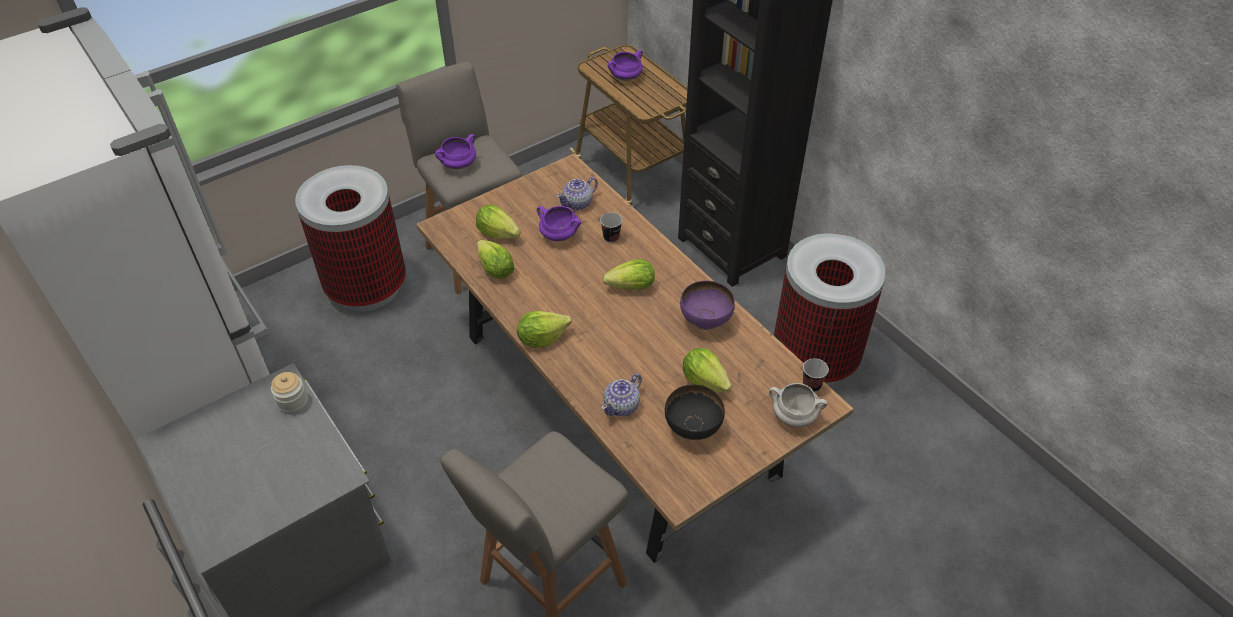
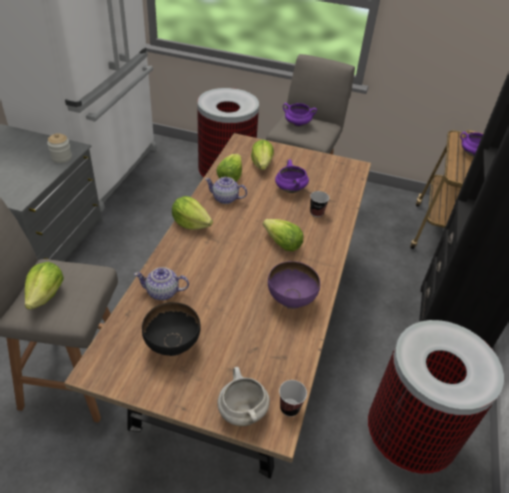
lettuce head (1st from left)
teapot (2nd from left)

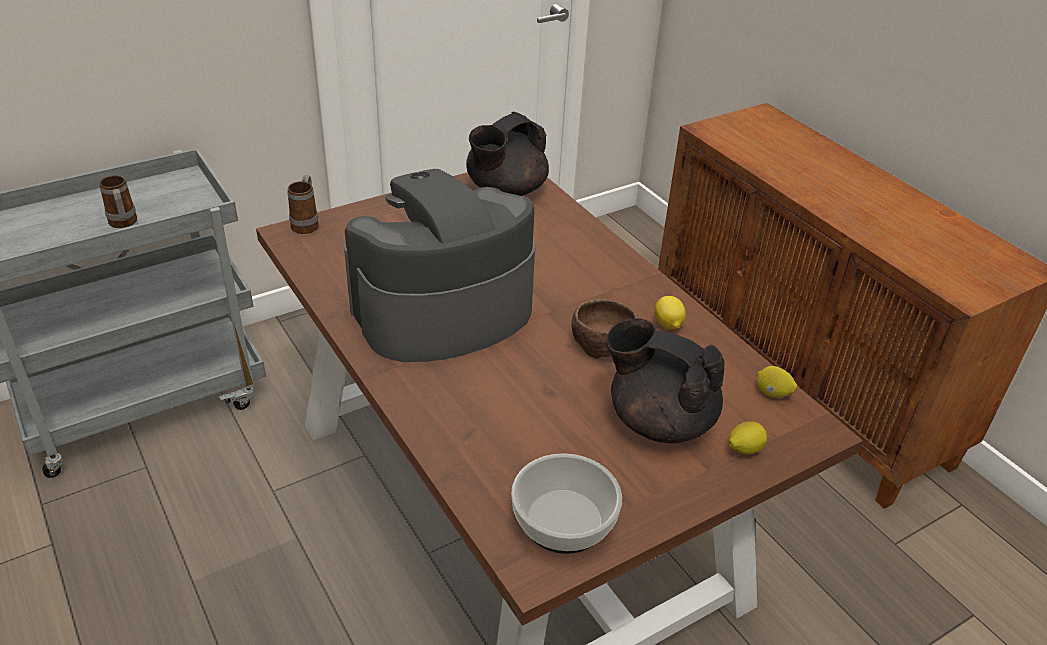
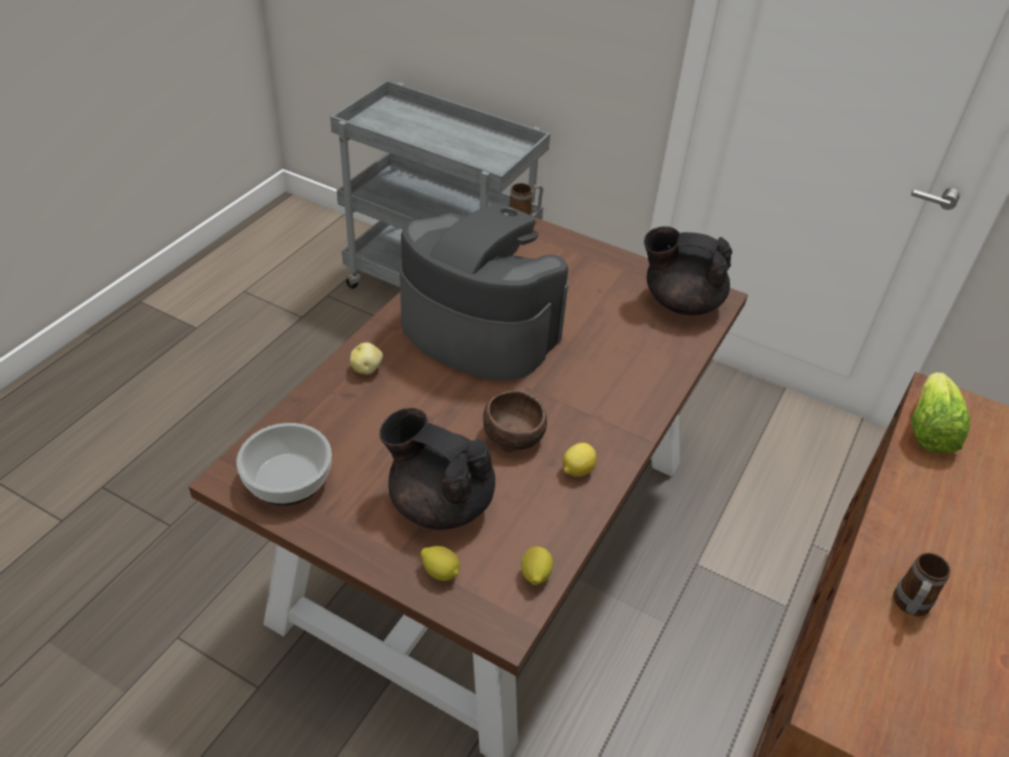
spud
teapot (black) (1st from left)
coffee mug (2nd from left)
lettuce head

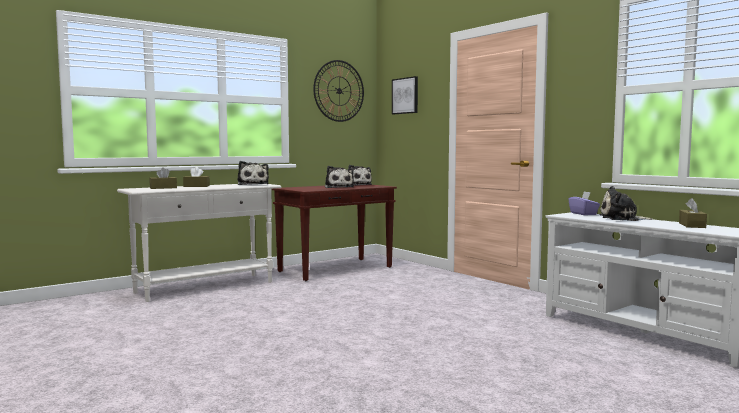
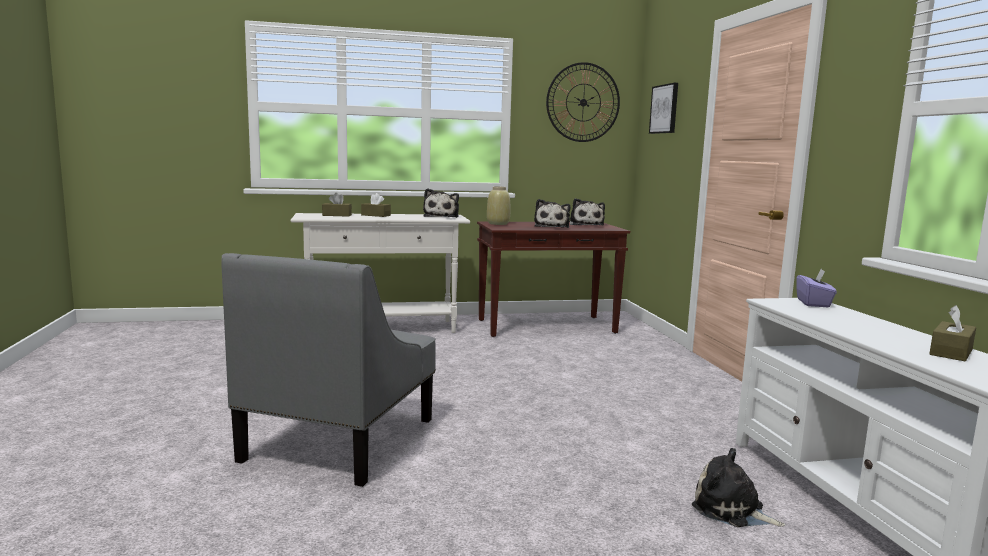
armchair (grey)
flower vase (beige-coloured)
plush toy (4th from left)

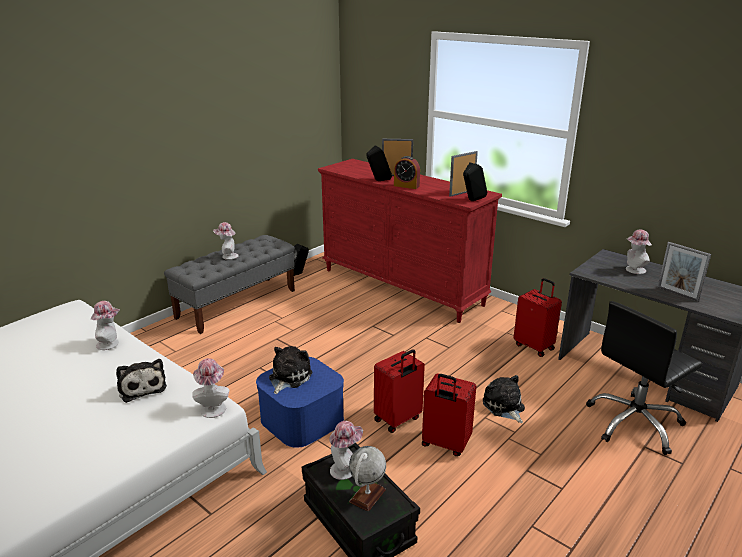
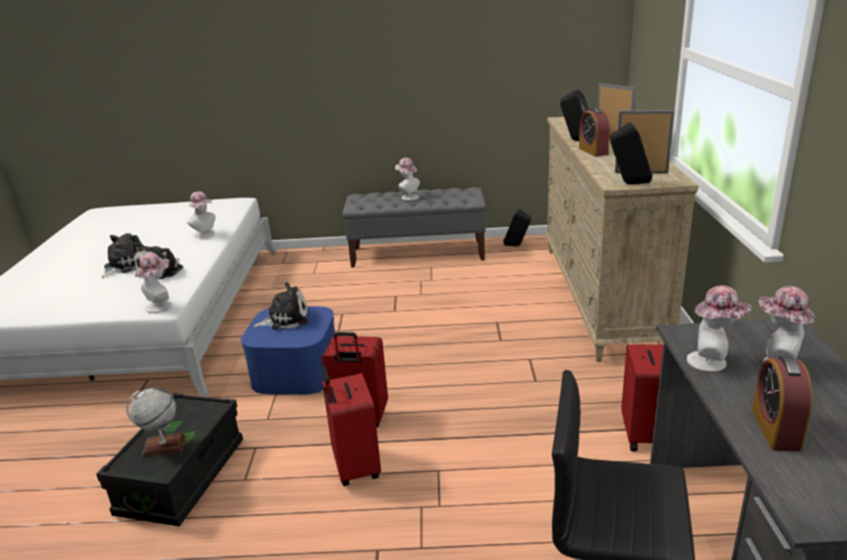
plush toy (1st from left)
chest of drawers (beige-coloured)
hat (4th from left)
bedside clock (2nd from left)

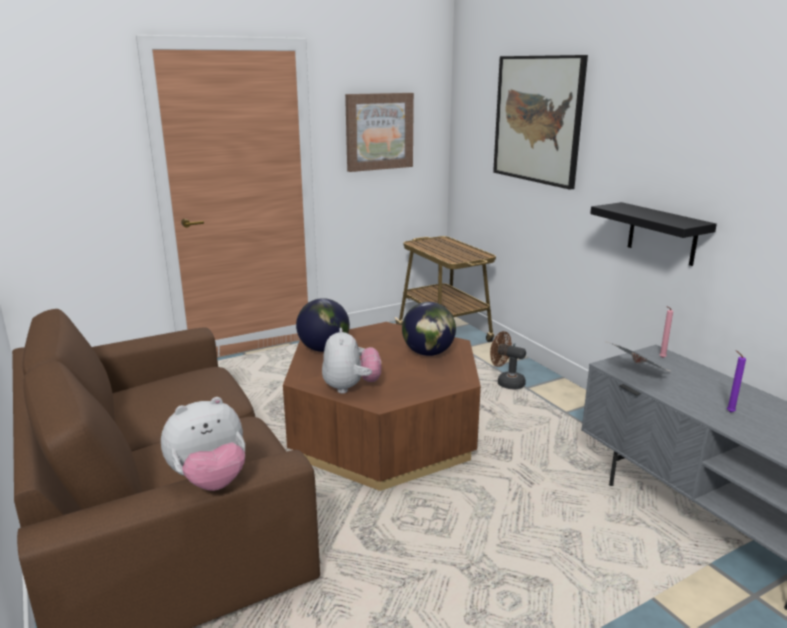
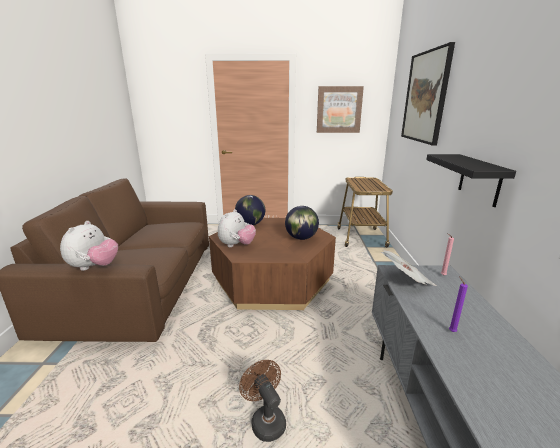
plush toy (1st from left)
fan (brownish)

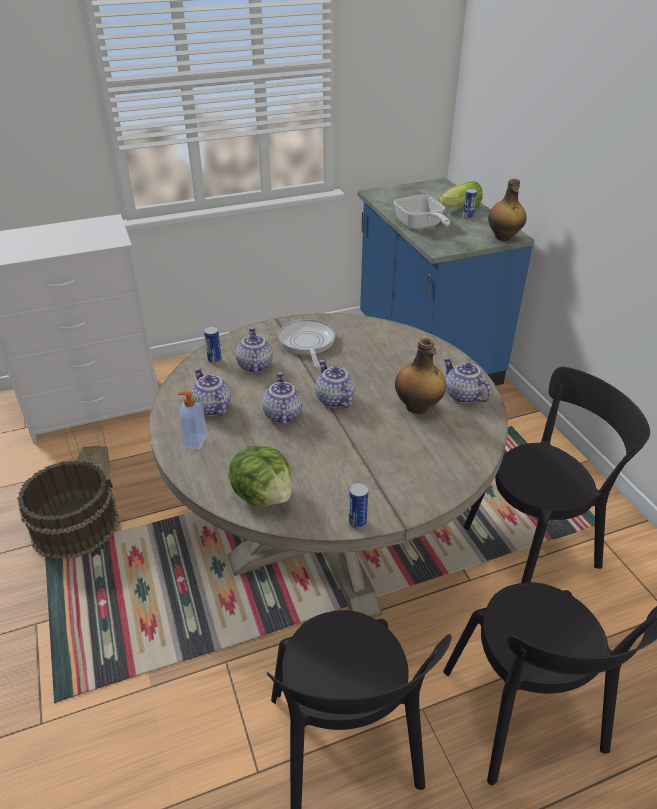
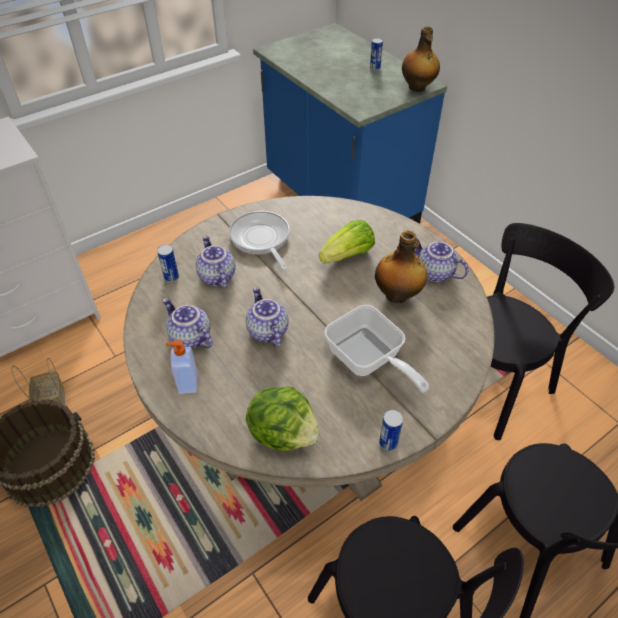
lettuce head (2nd from left)
frying pan (2nd from left)
teapot (4th from left in the first image)

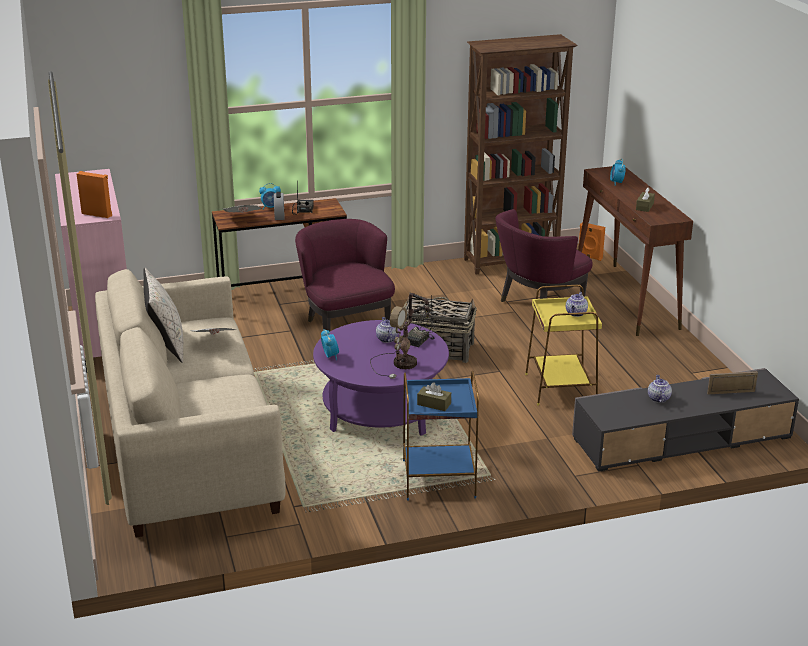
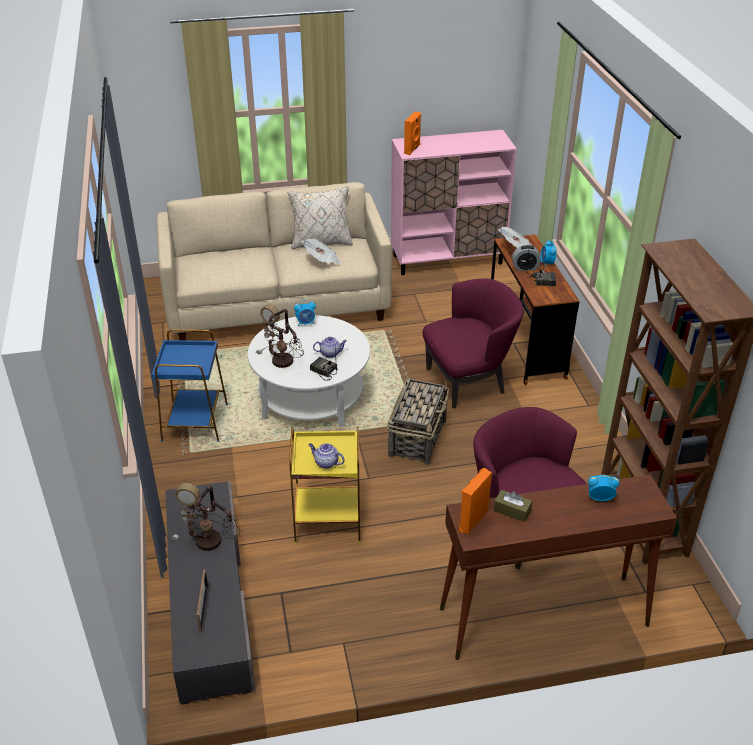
lamp for a table (1st from left)
low table (white)
audio speaker (orange) (2nd from left)
box of tissues (brownish) (1st from left in the first image)

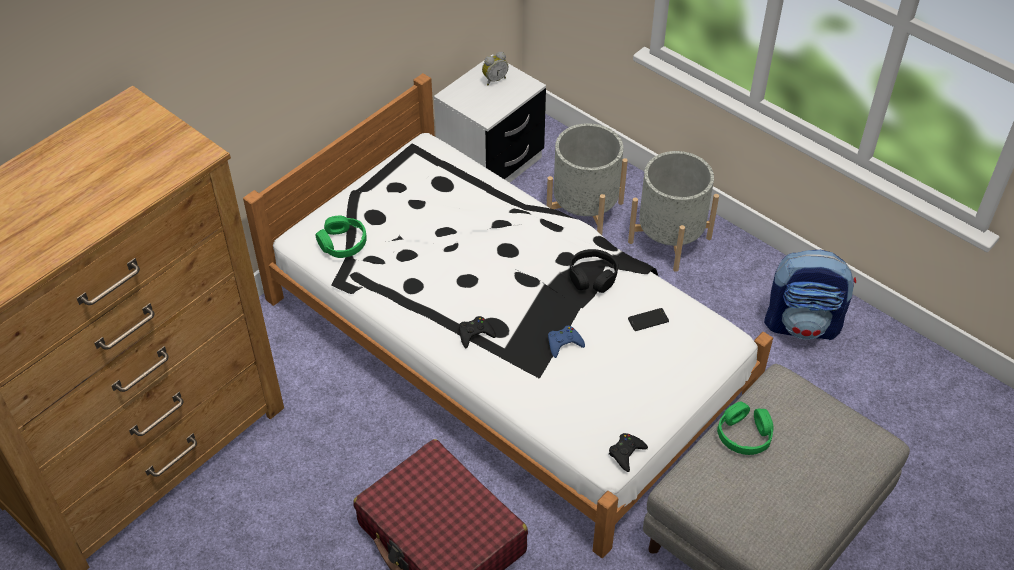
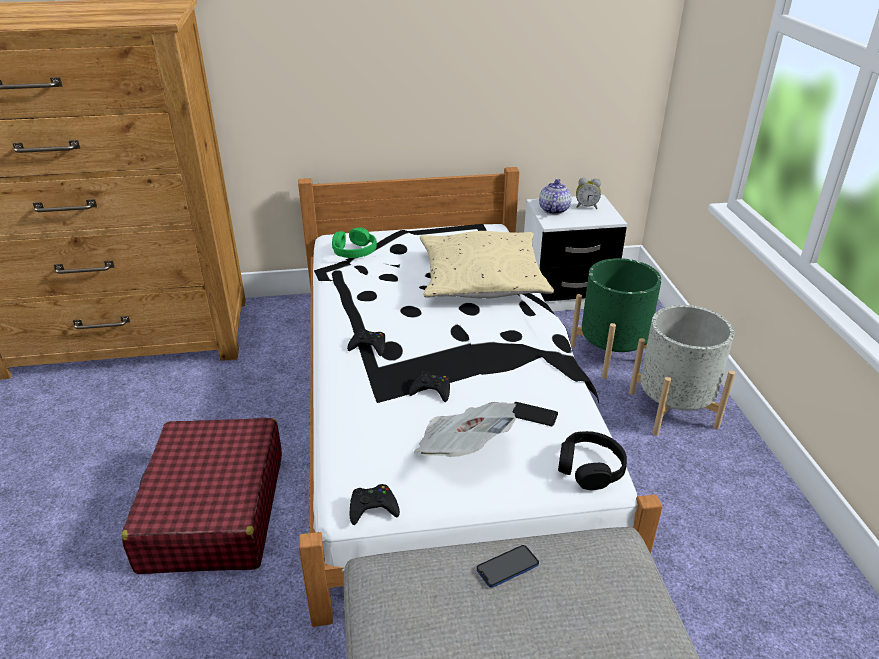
gamepad (black) (3rd from left)
printed paper
throw pillow (beige-coloured)
phone (1st from left)
teapot
pair of headphones (black)
plant pot (green-coloured)
knapsack

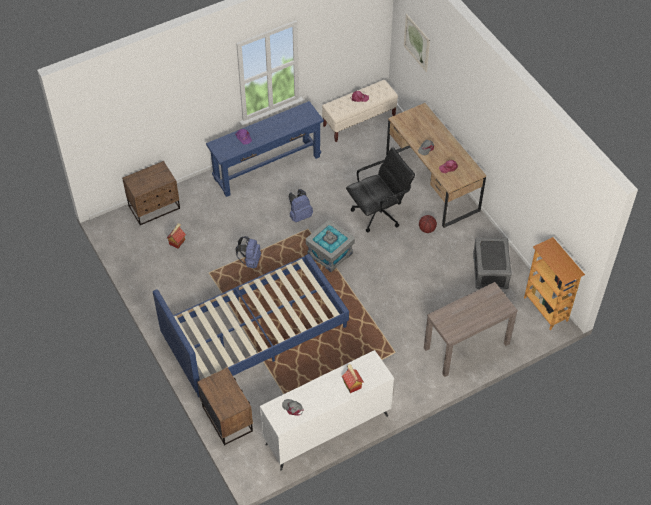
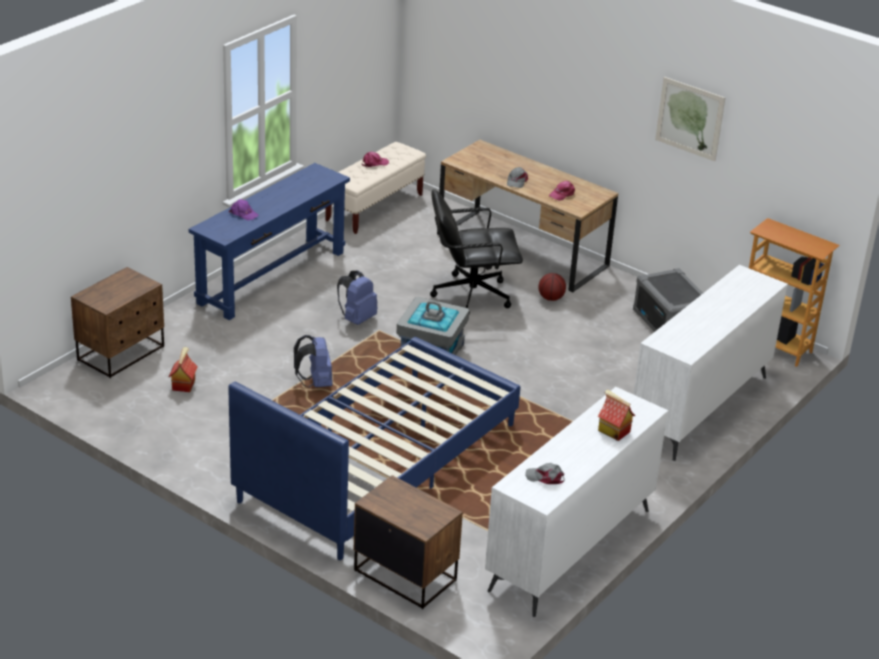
office chair (black)
chest of drawers (white) (2nd from left)
wall picture

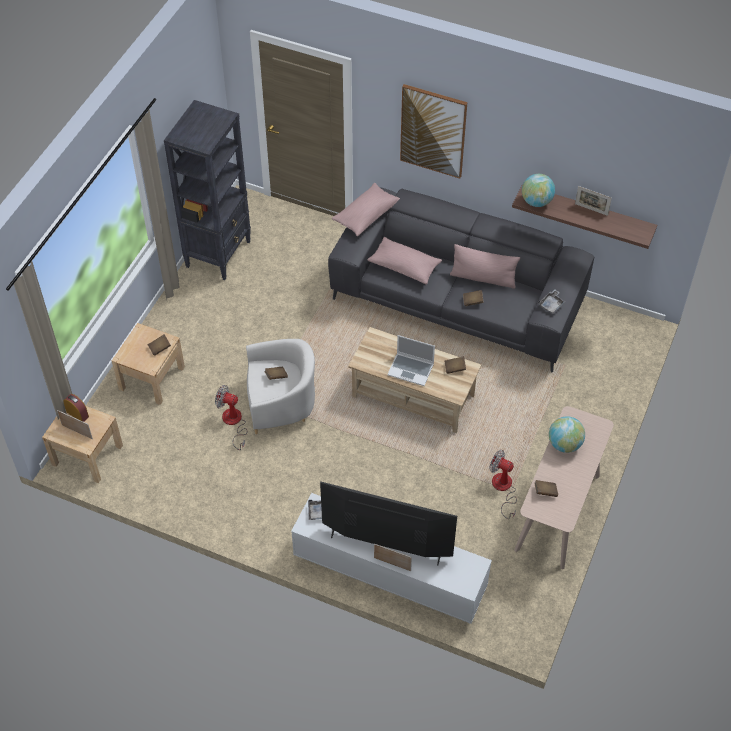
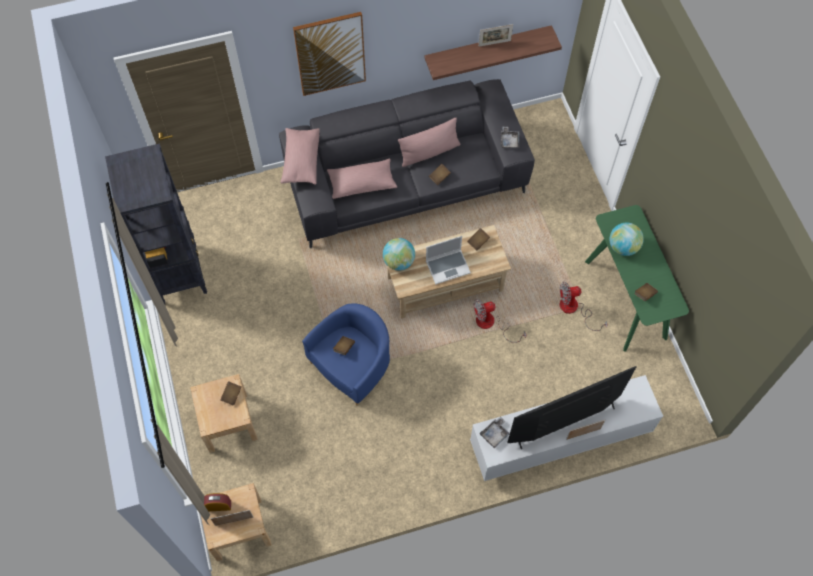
armchair (blue)
world globe (1st from left)
fan (1st from left)
console table (green-coloured)

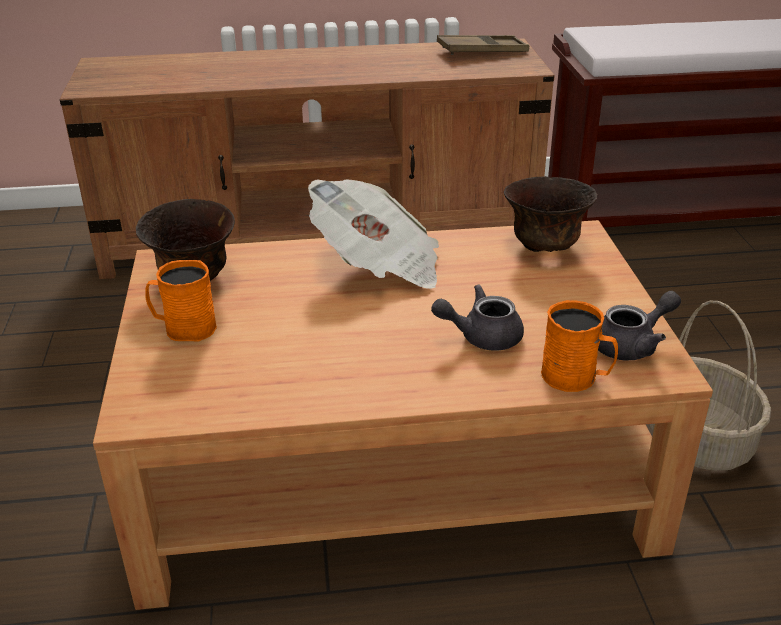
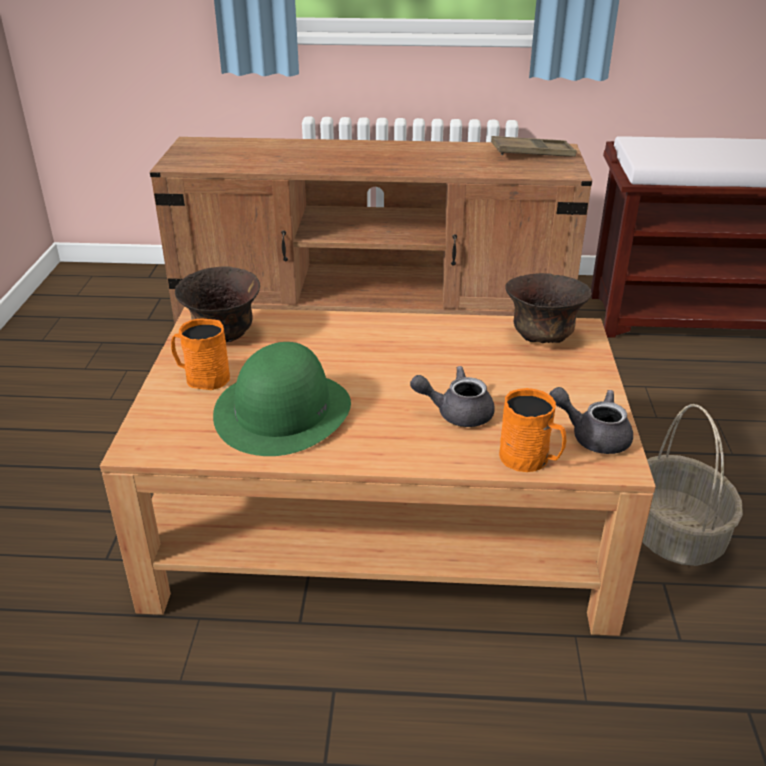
hat (green-coloured)
teapot (grey) (2nd from left)
printed paper

